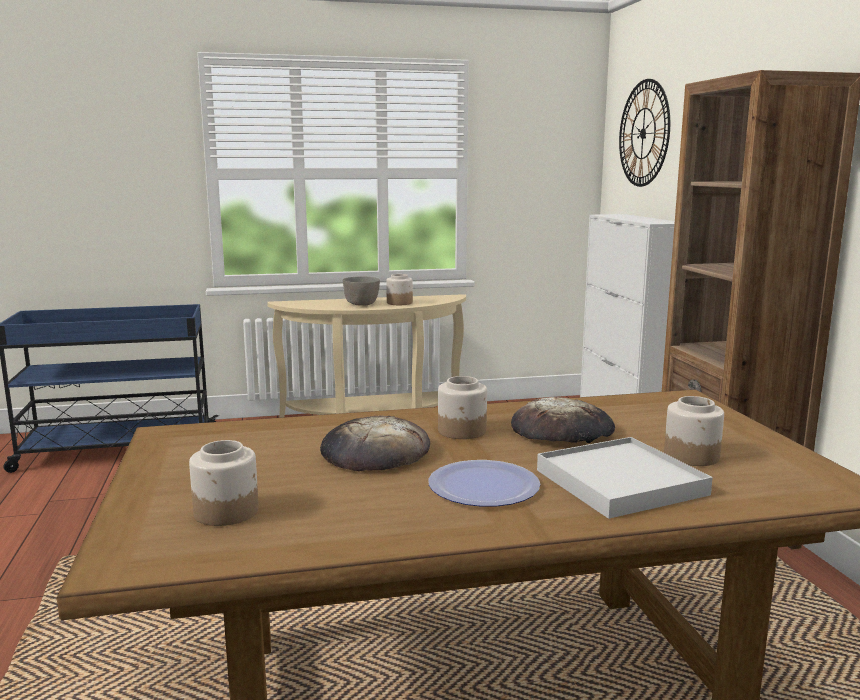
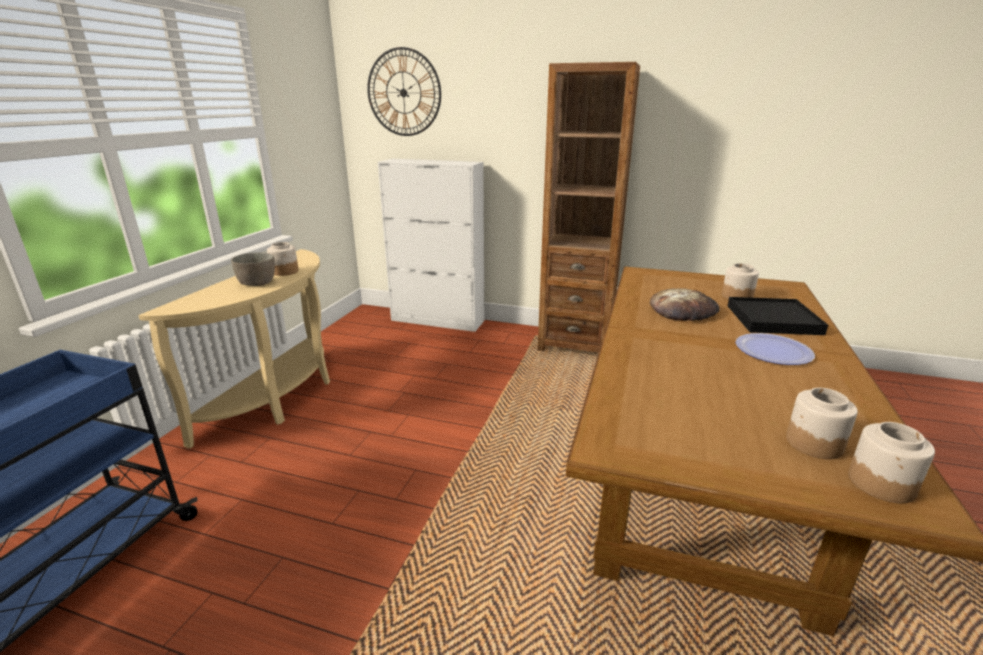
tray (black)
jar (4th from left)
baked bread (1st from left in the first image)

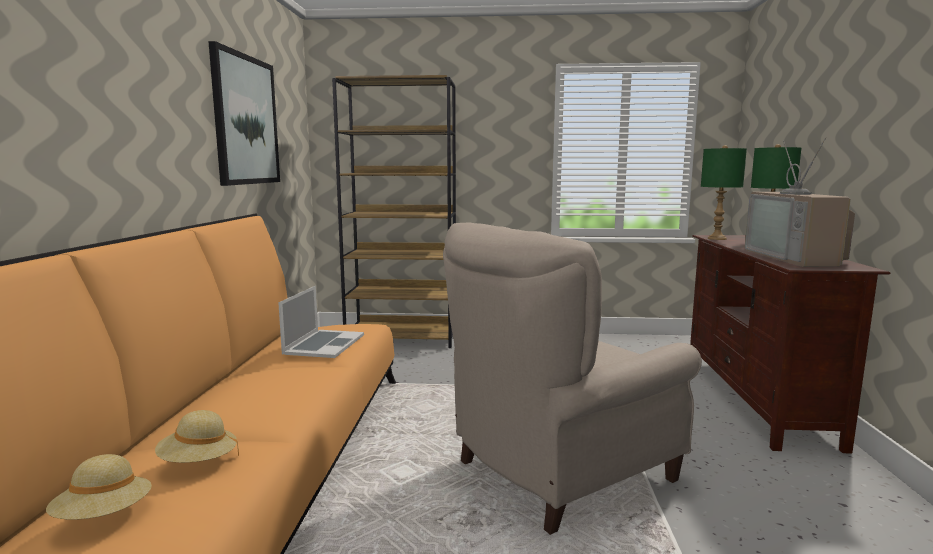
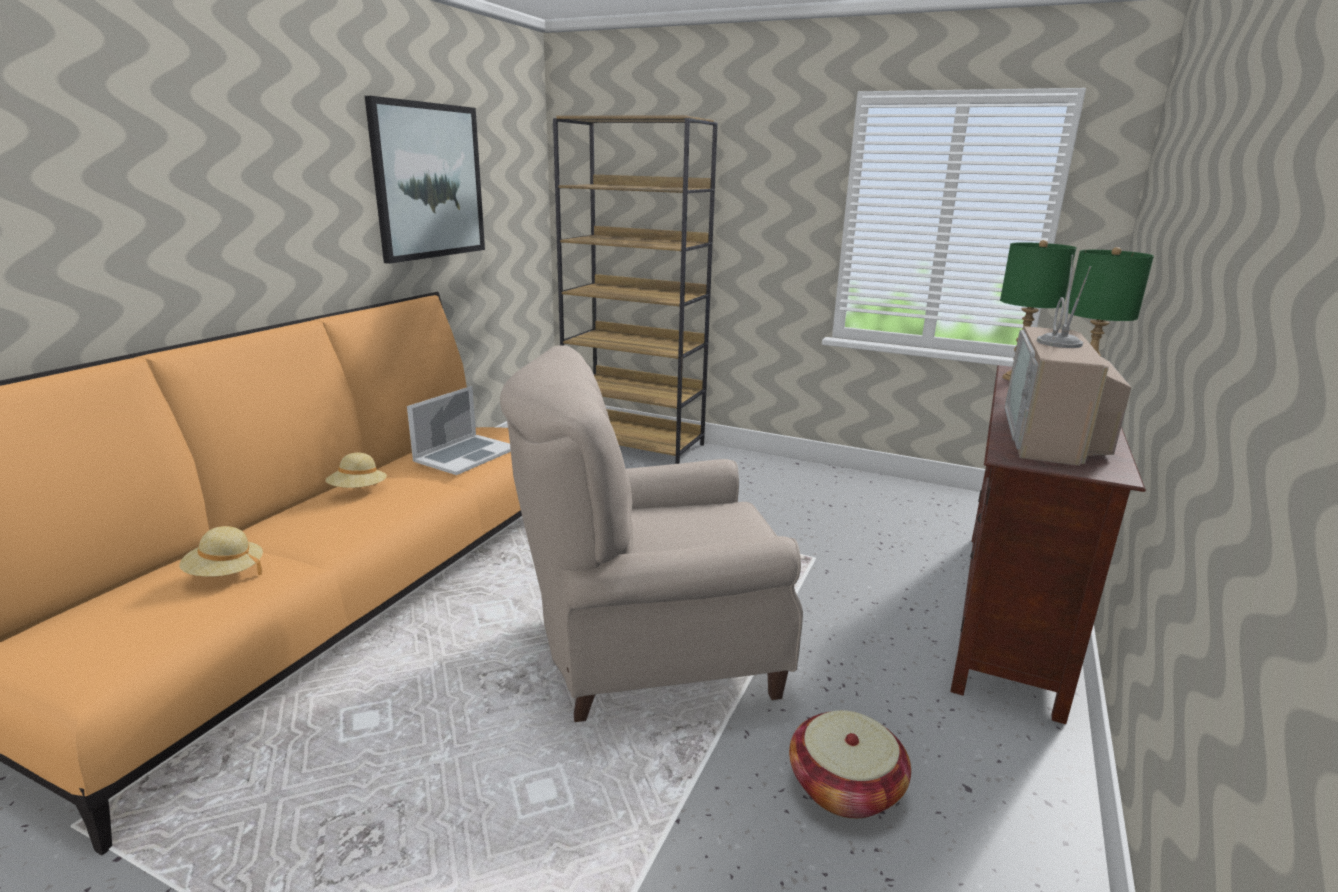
hat (beige-coloured) (2nd from left)
basket

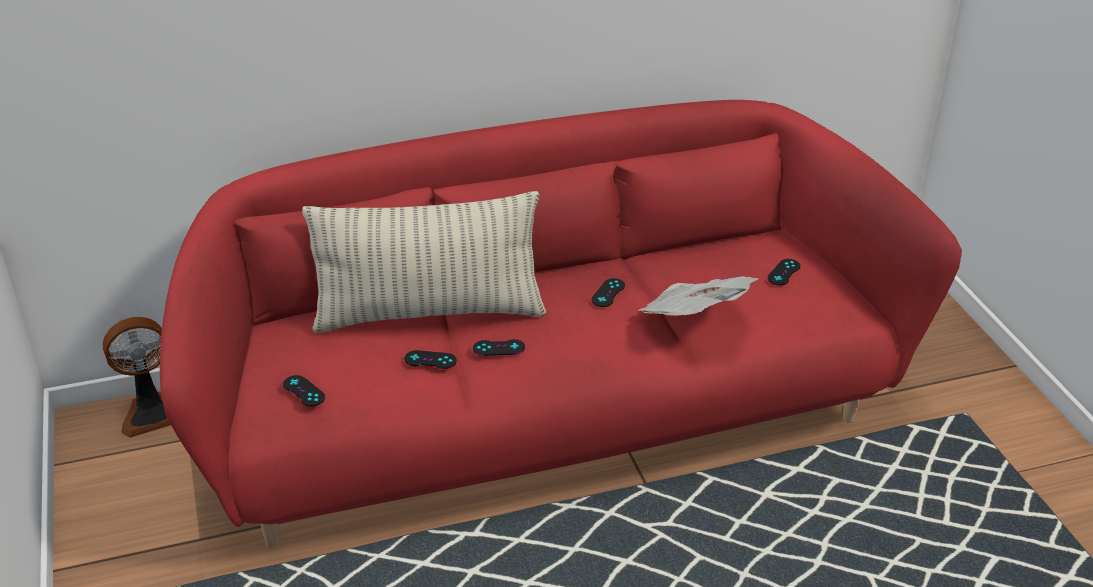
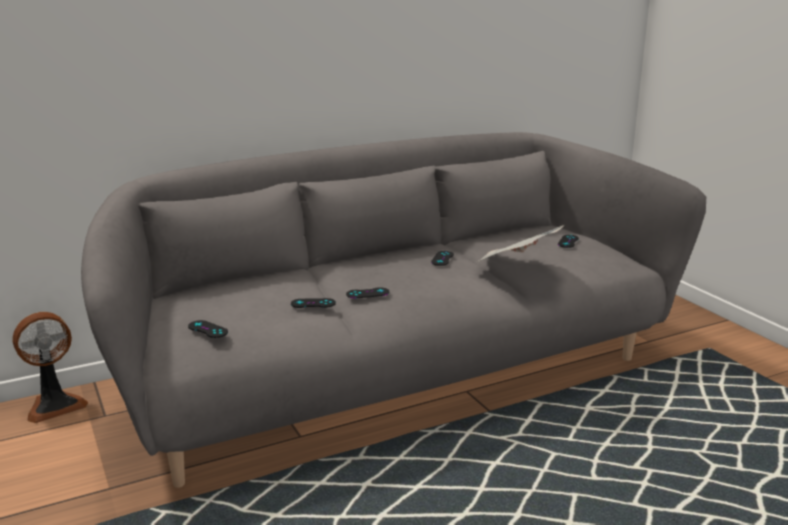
settee (grey)
throw pillow

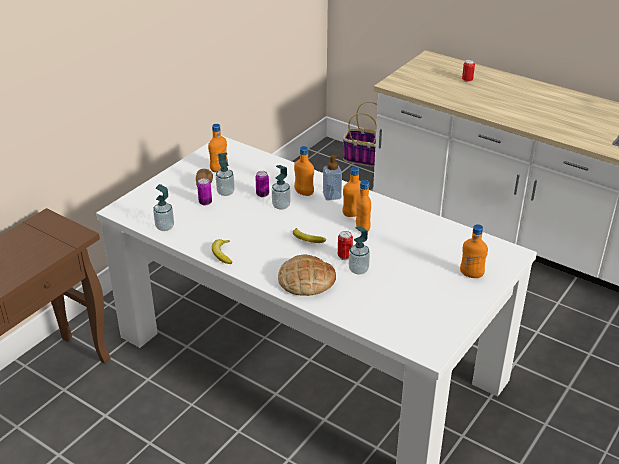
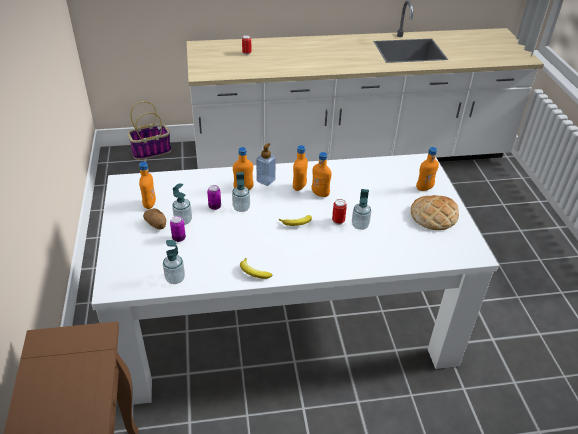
baked bread

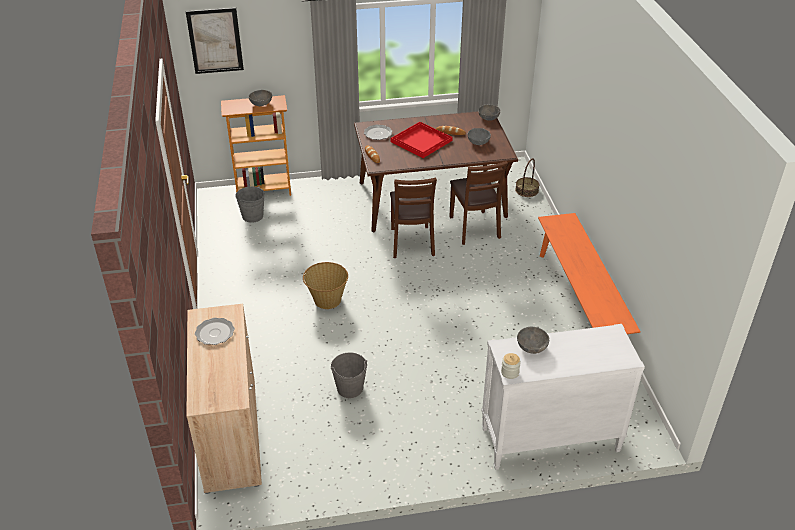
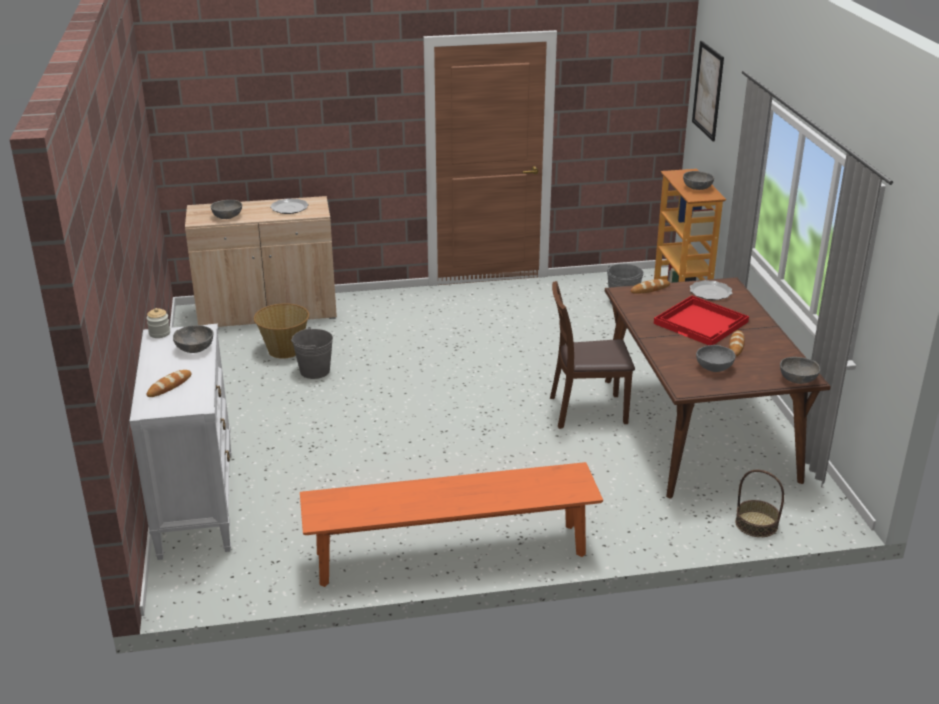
baked bread (1st from left)
bowl (grey) (2nd from left)
basket (1st from left)
chair (brownish) (2nd from left in the first image)

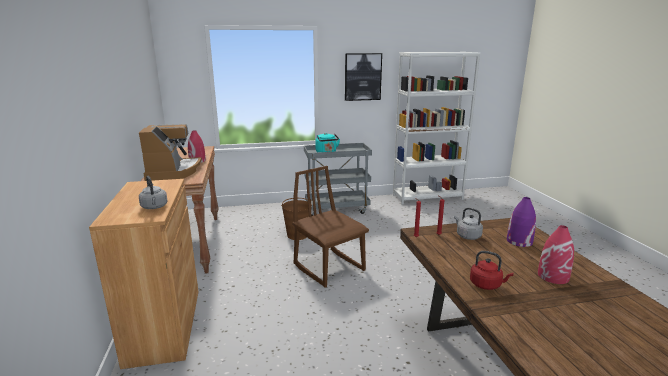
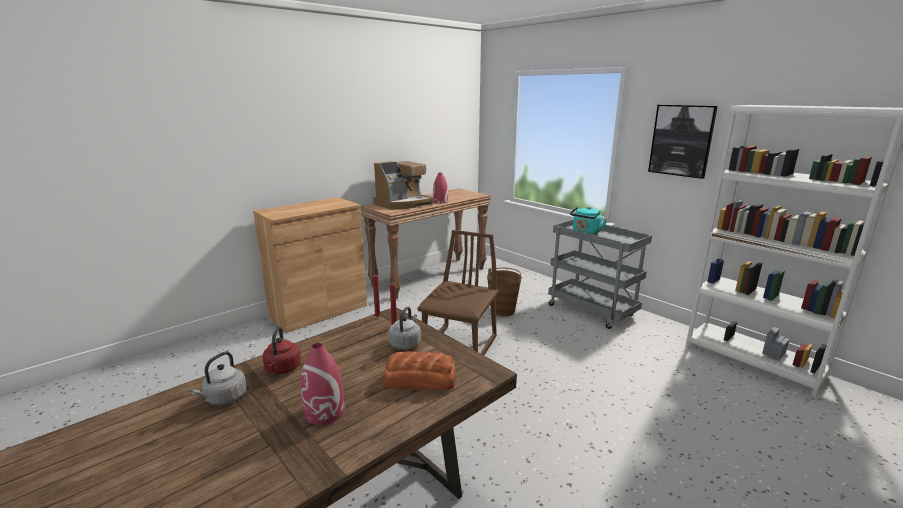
tea kettle (grey) (1st from left)
baked bread

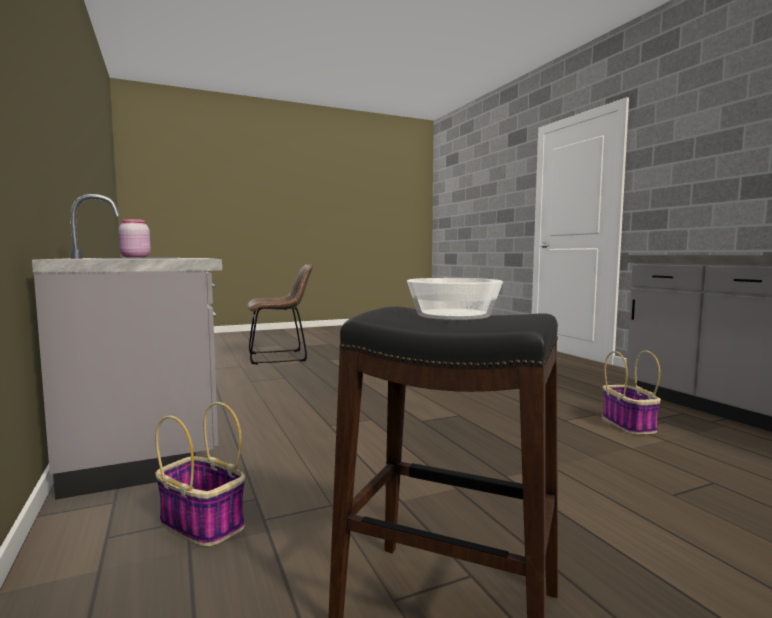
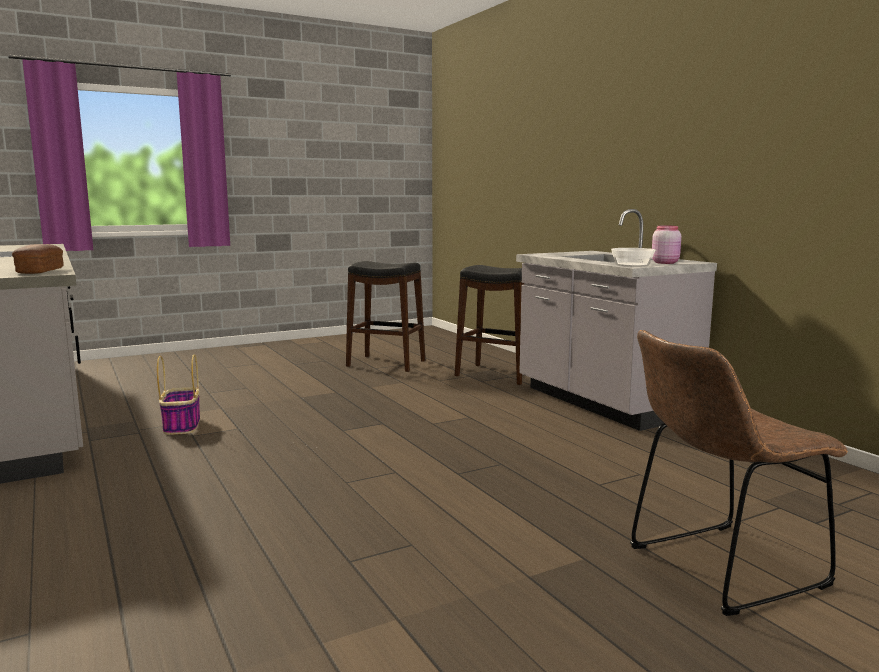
baked bread
stool (black) (2nd from left)
bowl

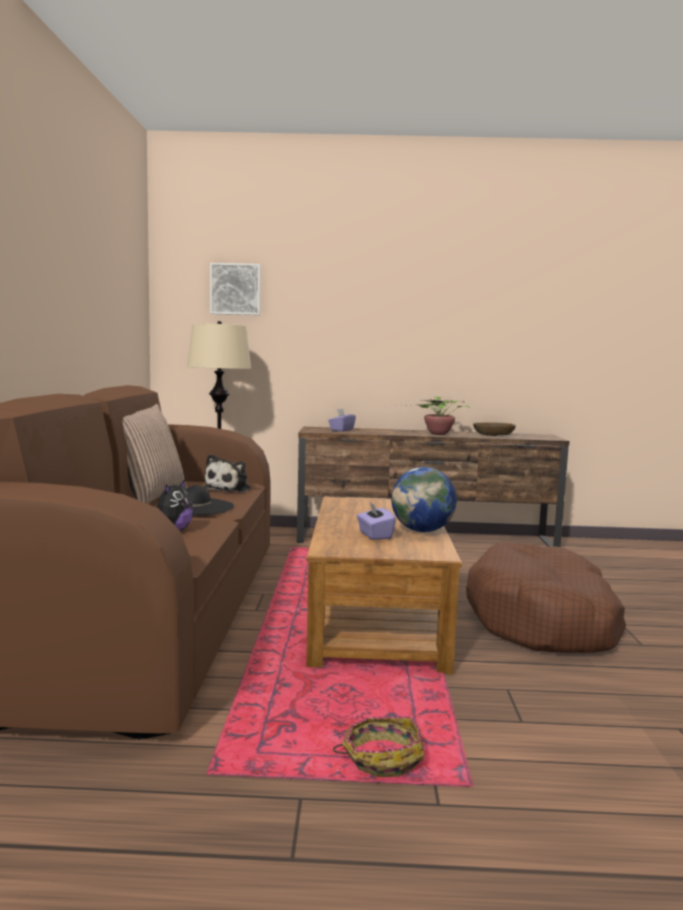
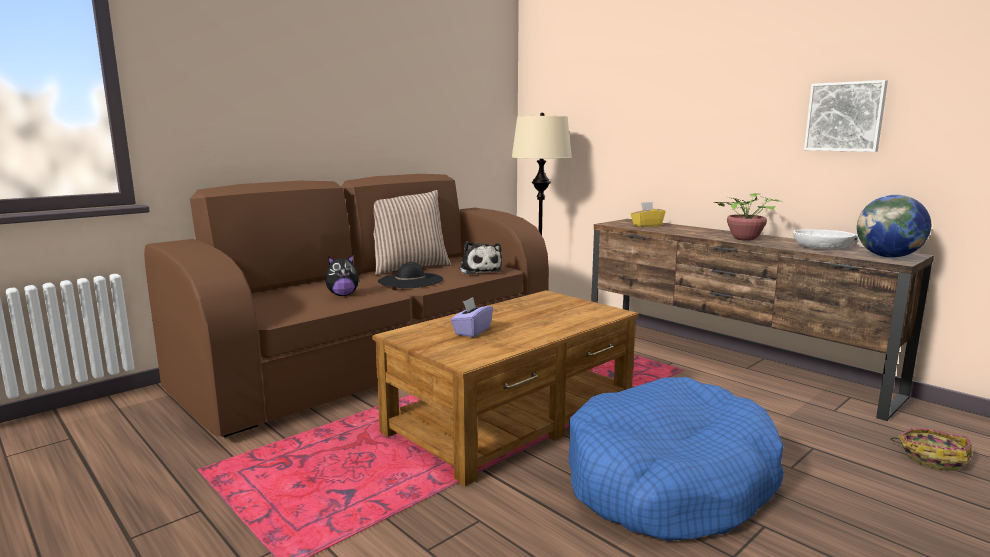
plush toy (2nd from left)
dog cushion (blue)
box of tissues (yellow)
bowl (white)
wall picture
world globe
basket

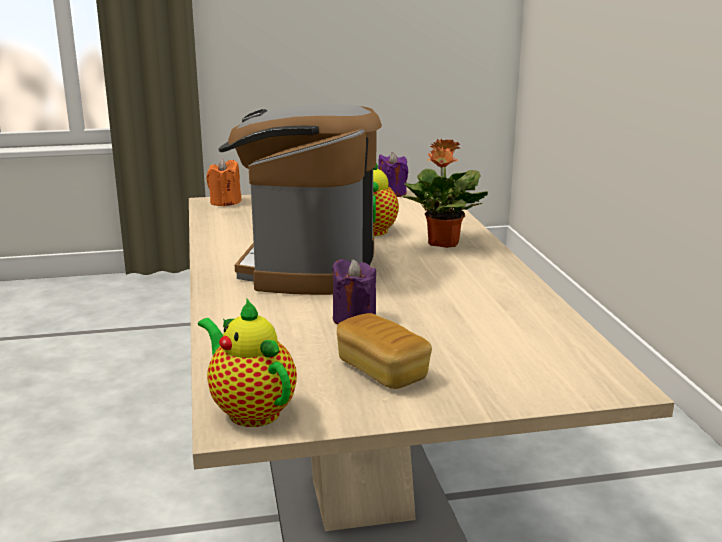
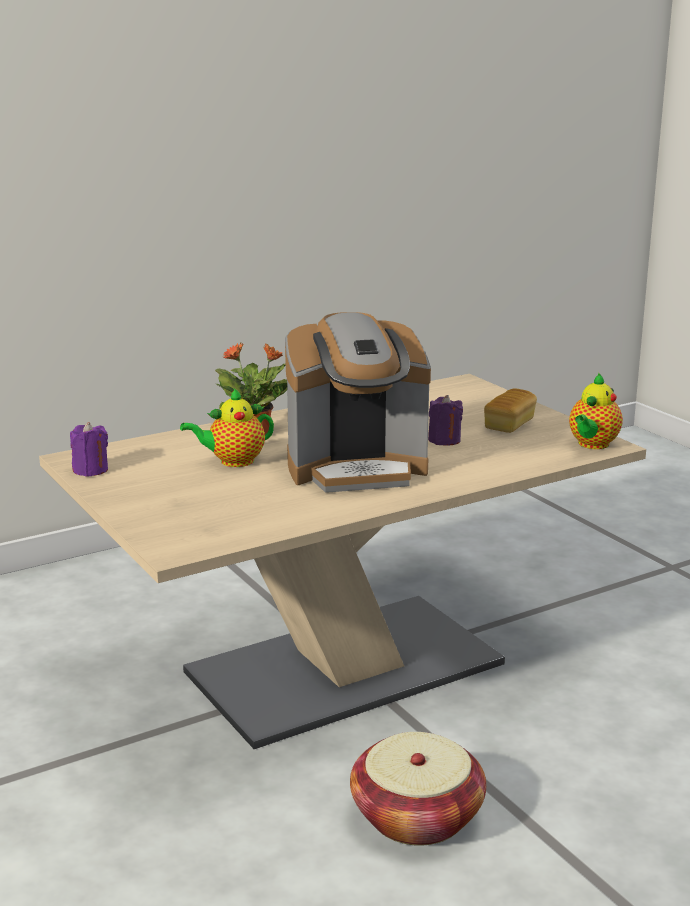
basket
wax candle (orange)

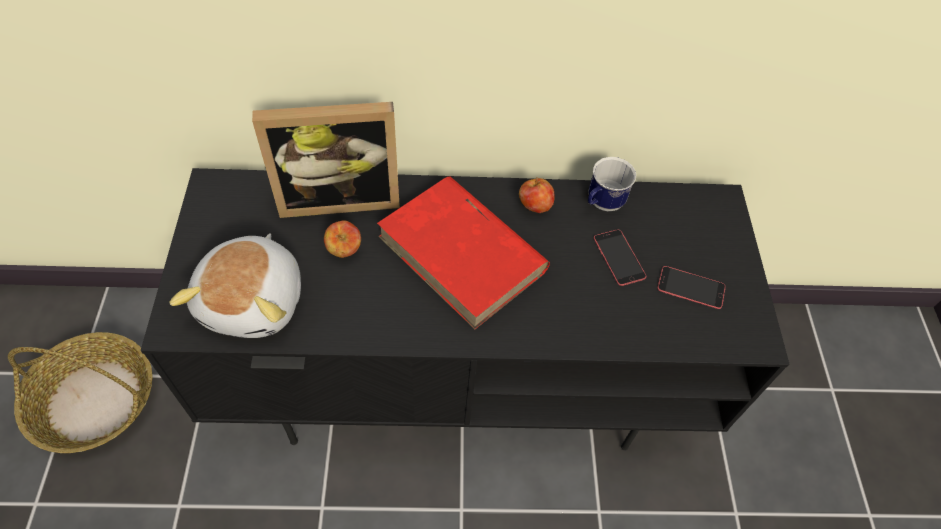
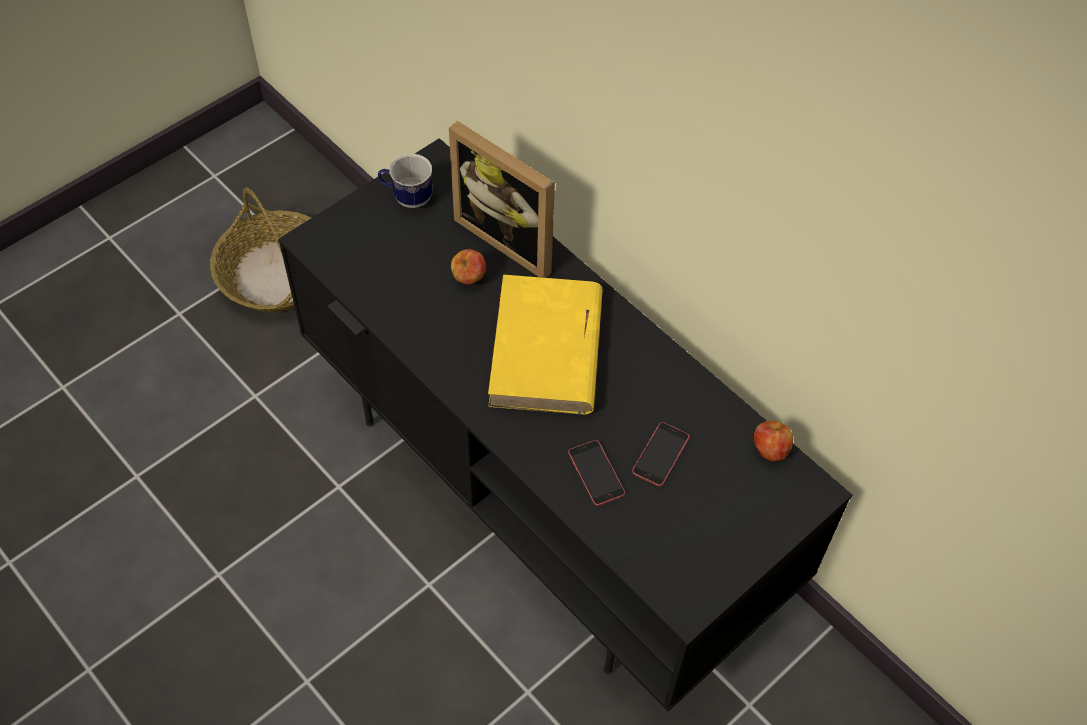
coffee mug
volume (yellow)
phone (1st from left)
whole apple (2nd from left)
plush toy

